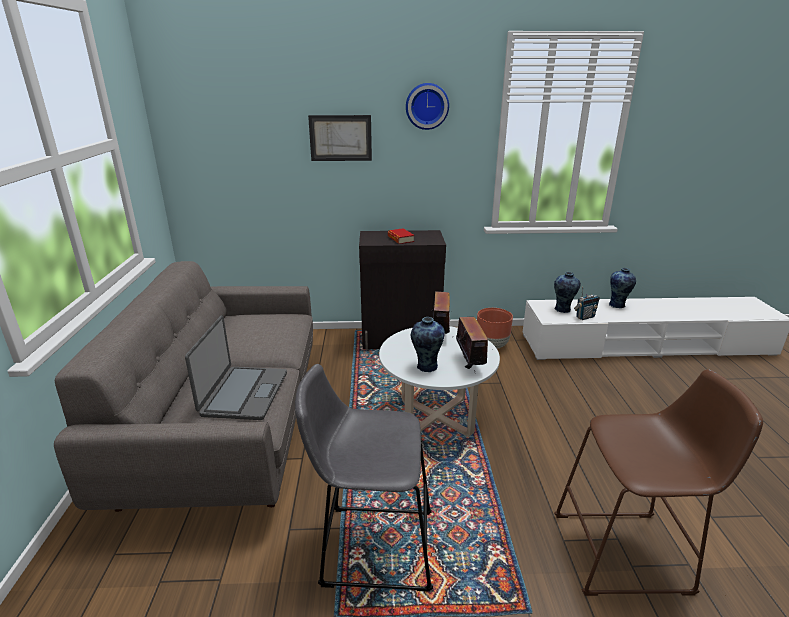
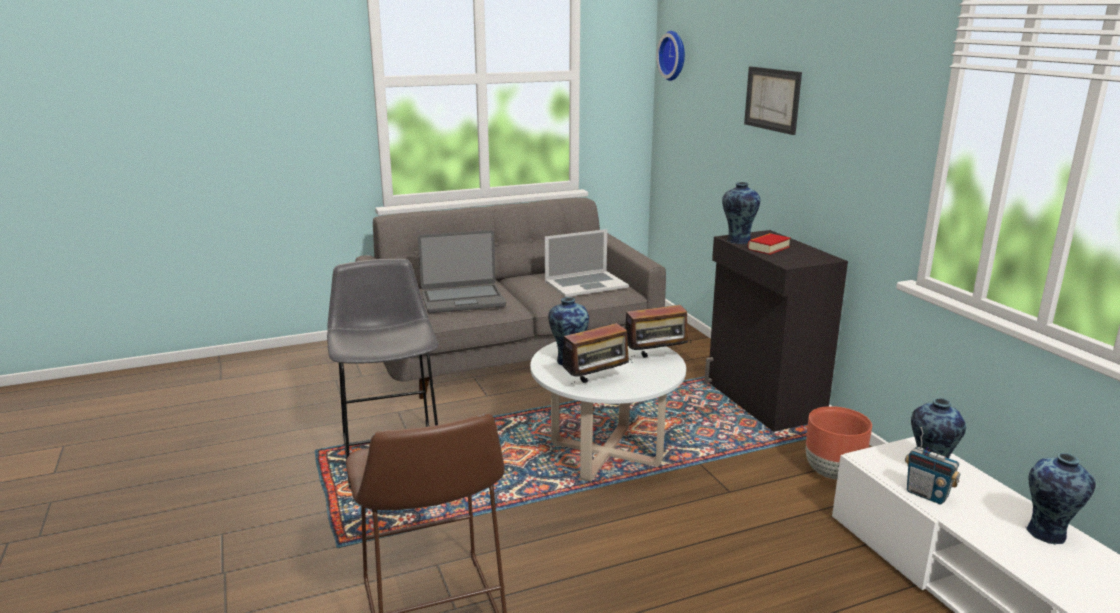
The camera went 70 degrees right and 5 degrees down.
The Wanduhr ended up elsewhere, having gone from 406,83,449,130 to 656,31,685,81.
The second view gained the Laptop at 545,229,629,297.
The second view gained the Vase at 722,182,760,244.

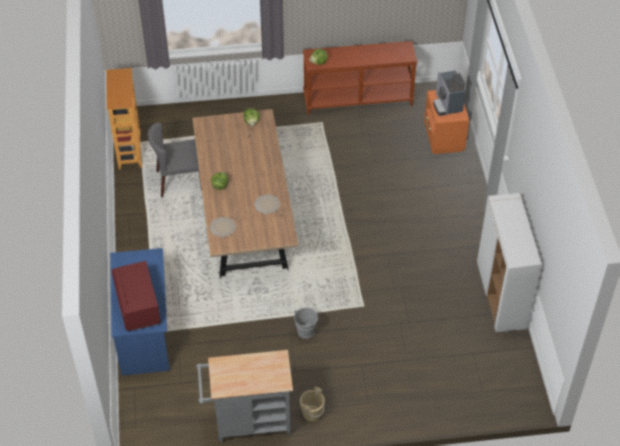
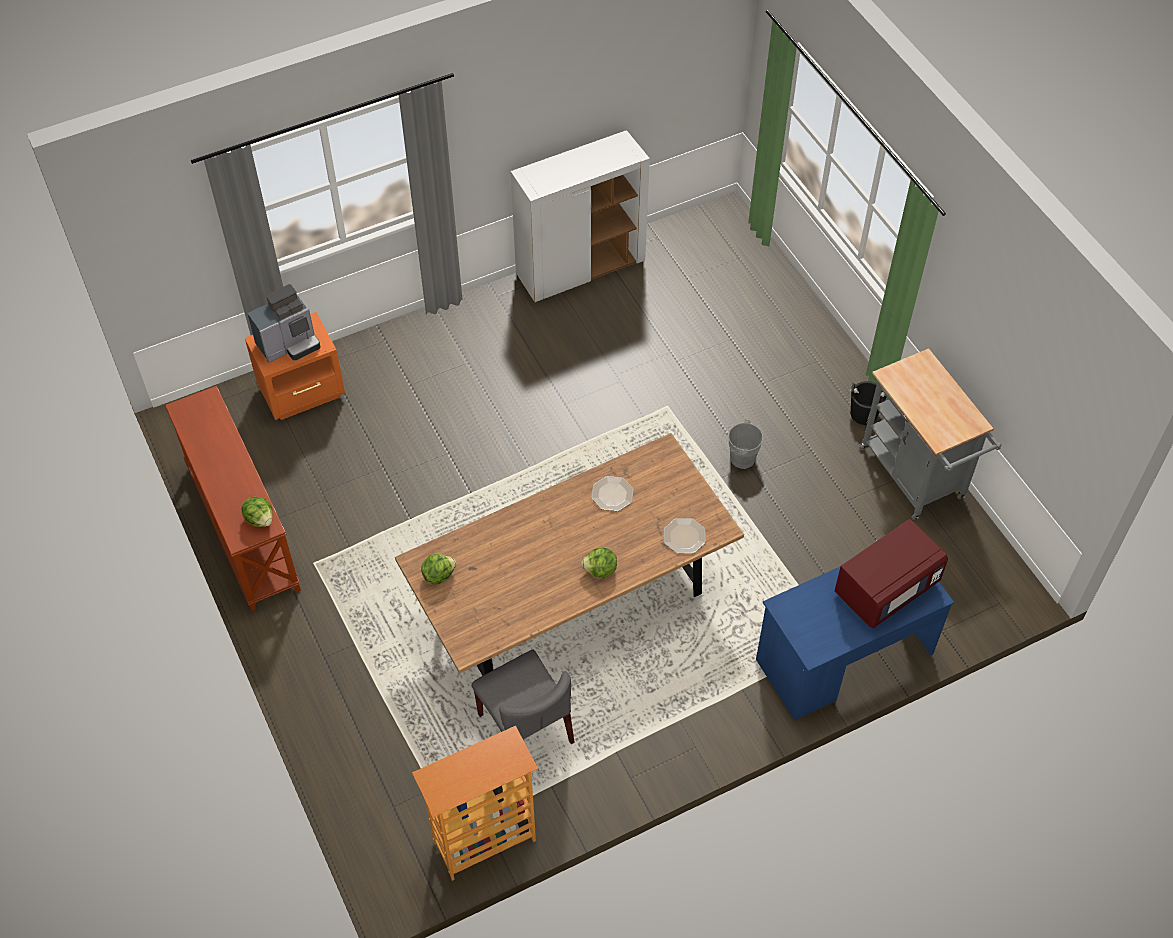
The camera went 110 degrees left and 5 degrees up.
What was the Eimer/beige at 300,387,325,421 turned into the Eimer/schwarz at 849,381,887,425.

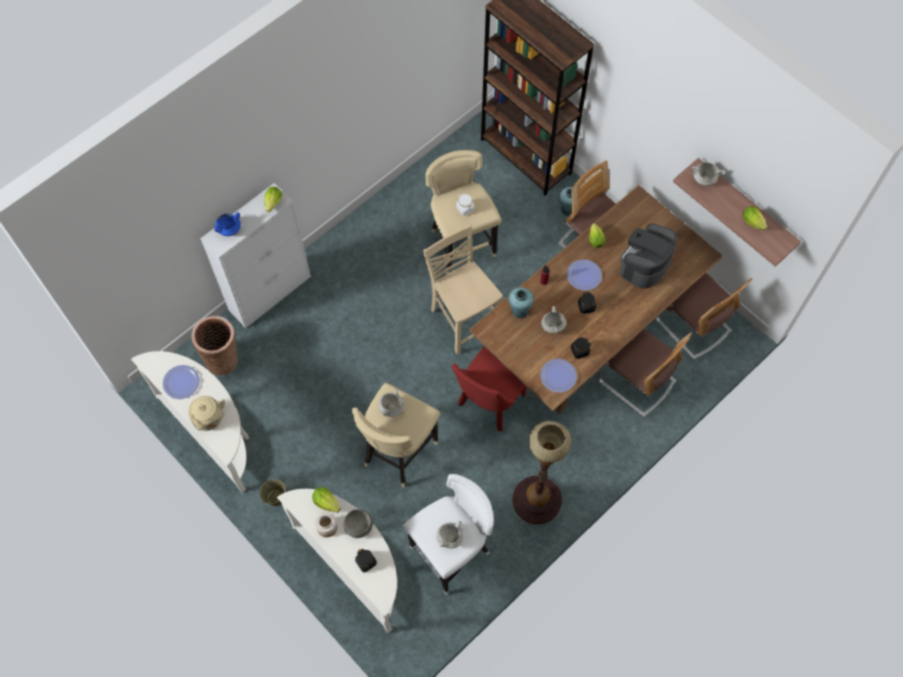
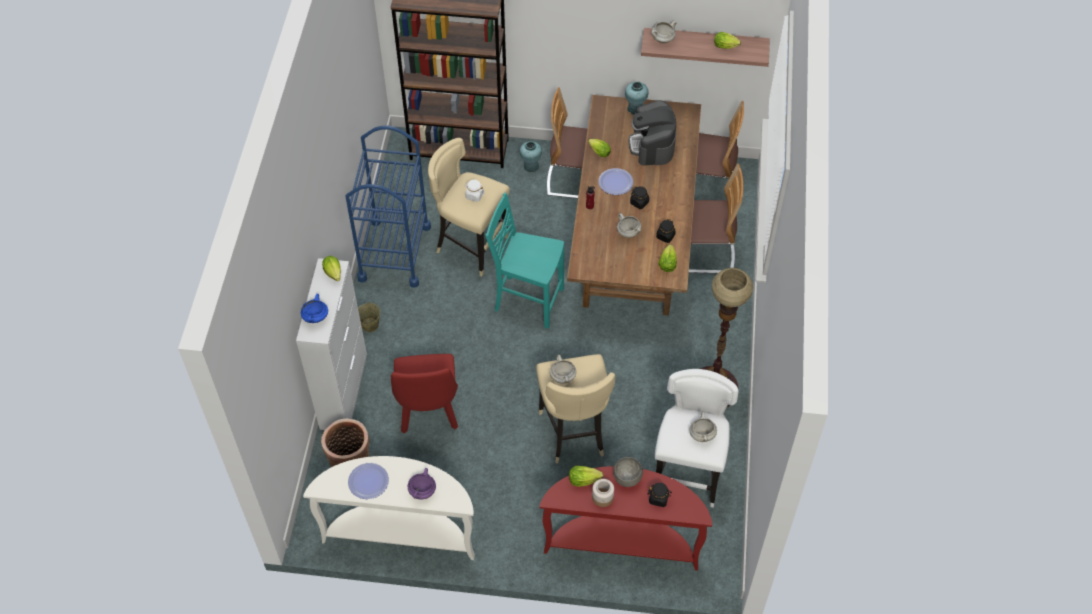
The camera went 40 degrees left and 10 degrees down.
Where the Wasserkessel/beige stood at 188,396,225,431, the Kochtopf/lila came to stand at 408,468,436,499.
The Eimer/beige ended up elsewhere, having gone from 260,479,286,506 to 358,303,380,332.
What was the Konsolentisch/weiß at 277,489,397,633 turned into the Konsolentisch/rot at 539,466,712,571.
What was the Stuhl/beige at 423,224,503,355 turned into the Stuhl/türkis at 485,192,564,329.
The Stuhl/rot ended up elsewhere, having gone from 452,346,527,431 to 391,354,458,434.
The Vase/türkis ended up elsewhere, having gone from 508,287,534,318 to 625,81,649,115.
Where the Teller stood at 540,359,577,393, the Salatkopf came to stand at 658,244,677,272.
The second view gained the Rollwagen/blau at 345,126,431,288.

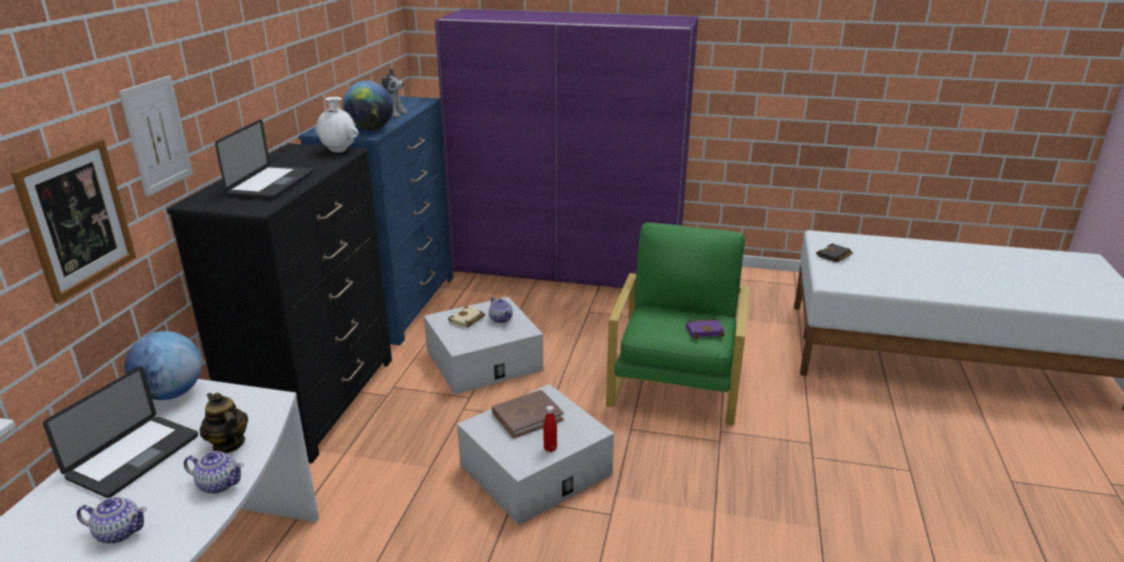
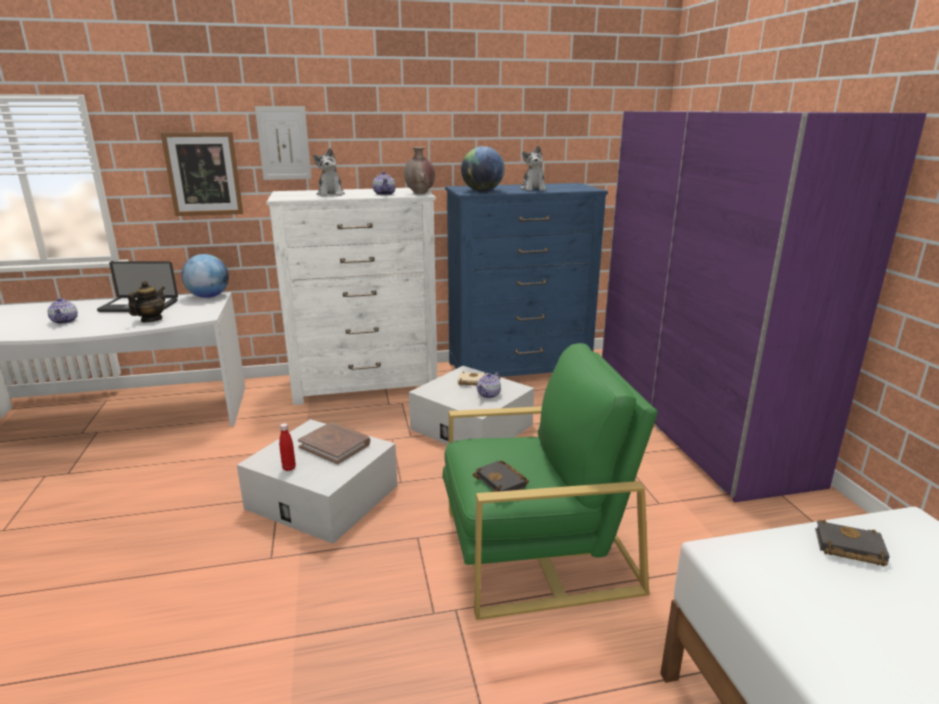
The camera went 65 degrees right and 5 degrees down.
What was the Kommode/schwarz at 166,143,392,463 turned into the Kommode/weiß at 266,188,437,405.
The Teekanne ended up elsewhere, having gone from 184,451,244,494 to 372,171,396,195.
Where the Laptop stood at 215,119,313,199, the Plüschtier came to stand at 313,148,345,197.
What was the Vase/weiß at 315,97,359,153 turned into the Vase/braun at 404,147,435,194.
What was the Buch/lila at 686,319,725,339 turned into the Buch/schwarz at 472,460,529,492.

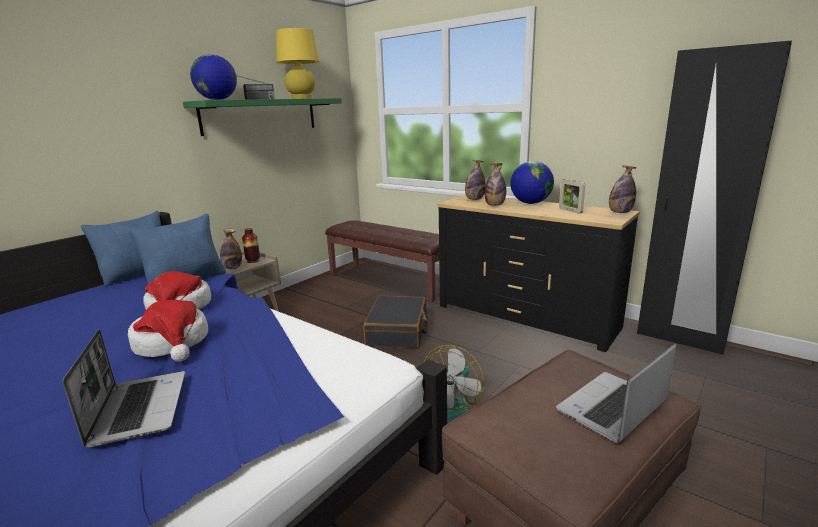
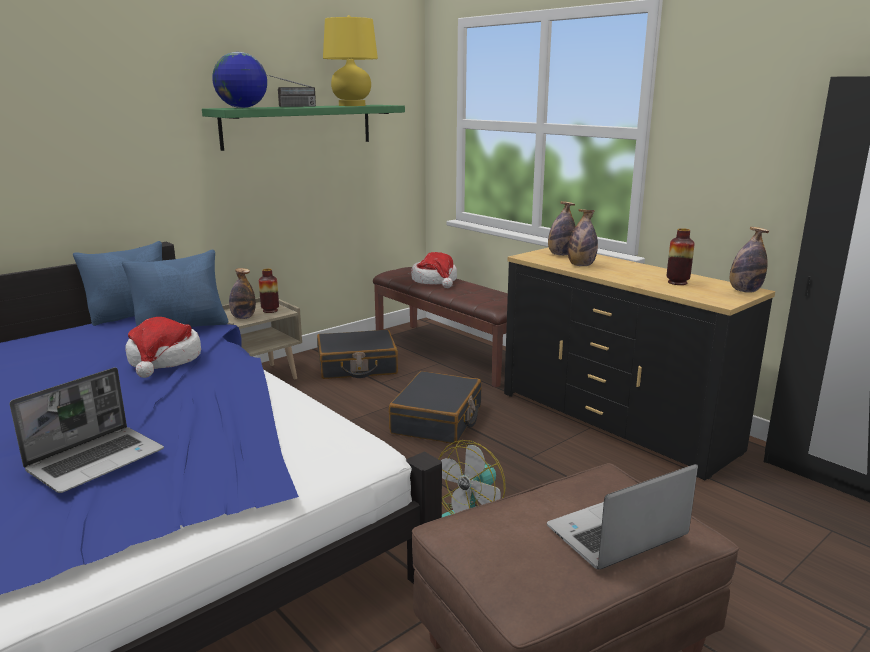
The camera went 10 degrees right and 0 degrees up.
The Laptop at 62,329,185,448 ended up facing another way, 45 degrees clockwise from before.
The Hut ended up elsewhere, having gone from 128,300,208,362 to 411,252,457,288.
The second view lost the Globus at 510,161,554,204.
Where the Bilderrahmen stood at 559,179,585,214, the Vase came to stand at 667,228,695,285.
The second view gained the Koffer/schwarz at 317,330,398,379.

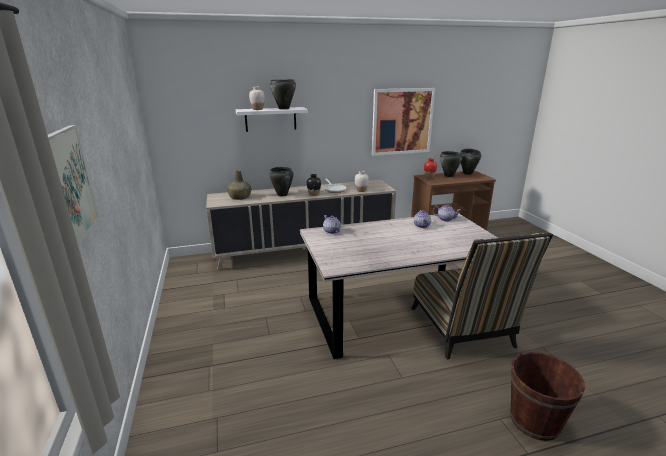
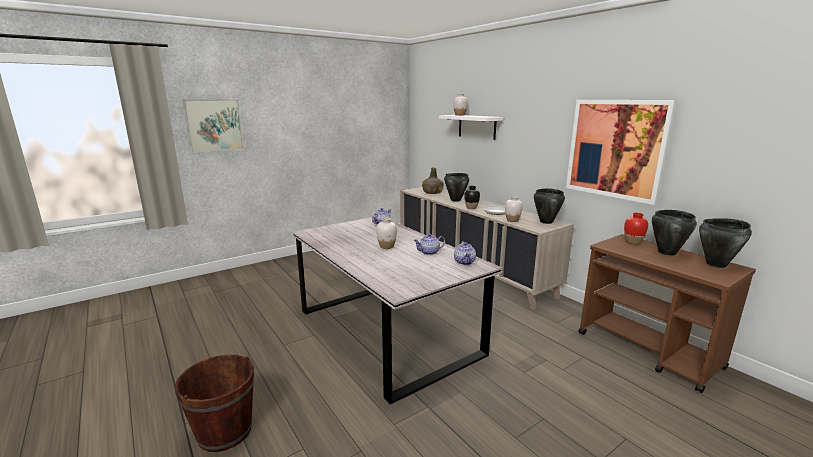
The camera went 70 degrees right and 5 degrees down.
The Kochtopf/schwarz ended up elsewhere, having gone from 270,79,296,109 to 534,188,565,224.
The second view lost the Stuhl at 411,233,553,359.
The second view gained the Vase/weiß at 376,217,397,249.

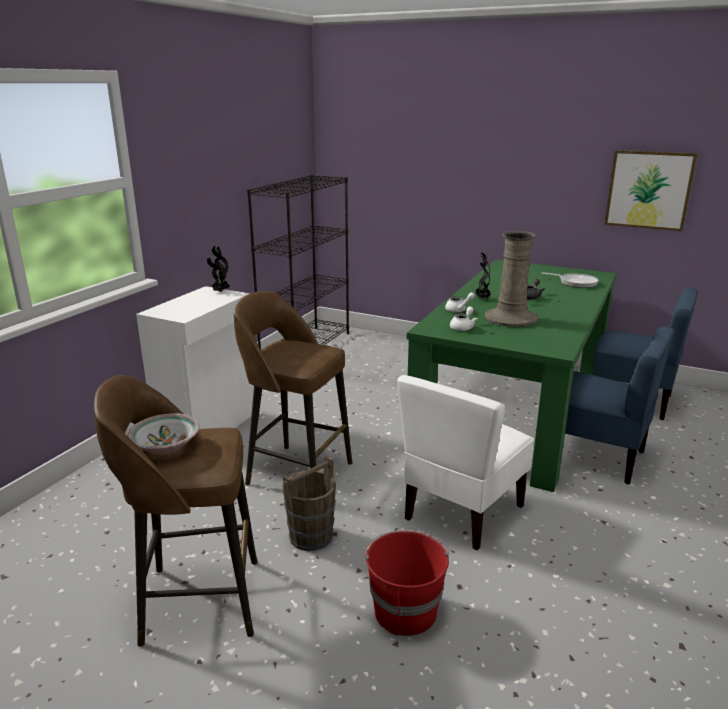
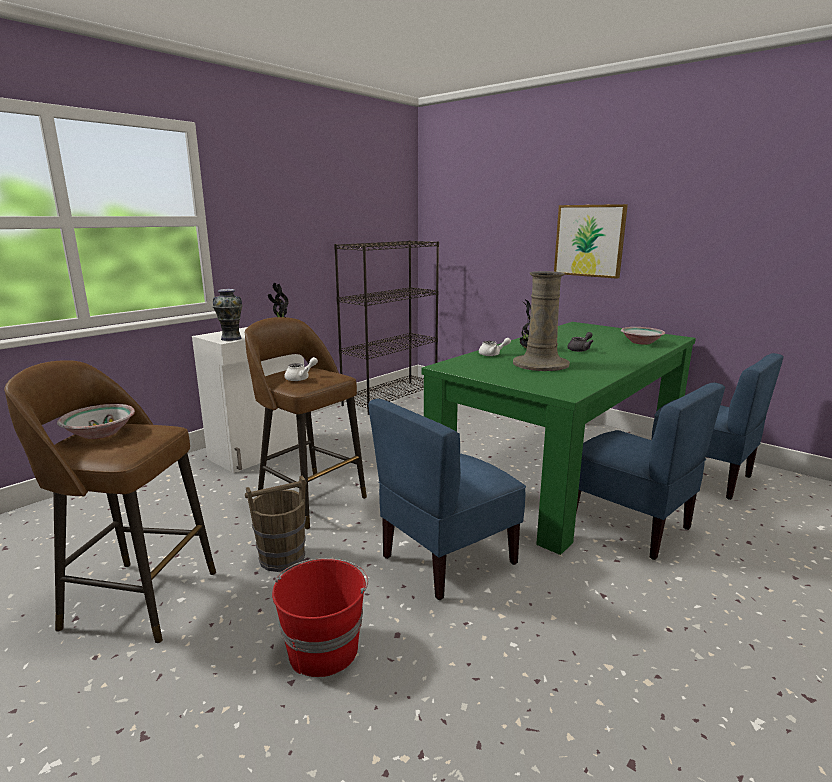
The camera went 15 degrees right and 5 degrees down.
What was the Stuhl/weiß at 397,375,534,550 turned into the Stuhl/blau at 368,399,526,600.
The Teekanne/weiß ended up elsewhere, having gone from 450,306,478,331 to 285,357,318,381.
Where the Pfanne stood at 541,272,598,288, the Schüssel came to stand at 621,327,665,345.
The Bild ended up elsewhere, having gone from 604,150,697,231 to 554,204,628,279.
The second view gained the Vase at 213,289,243,341.

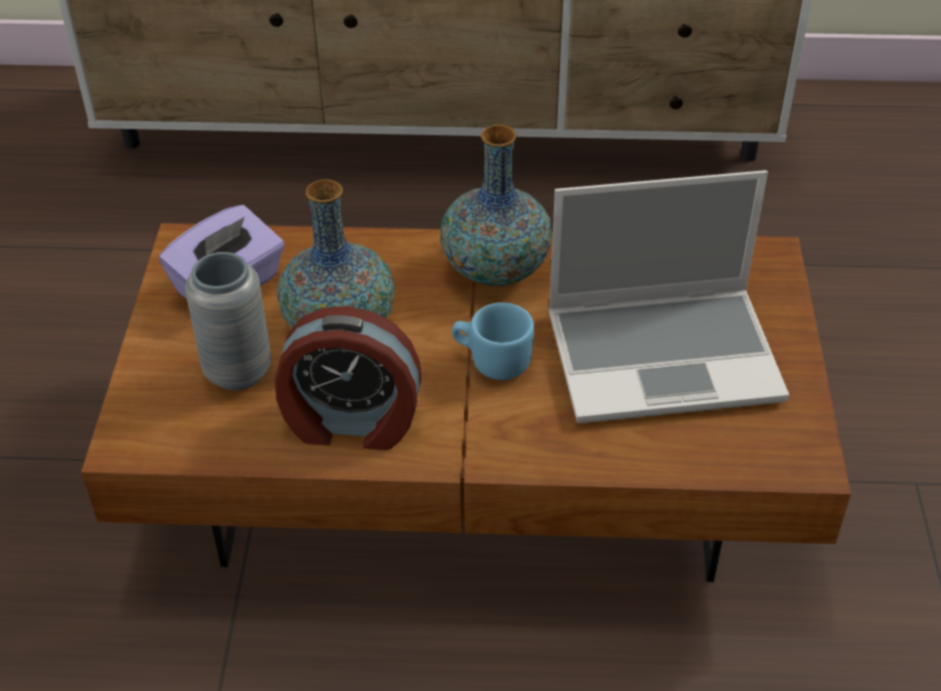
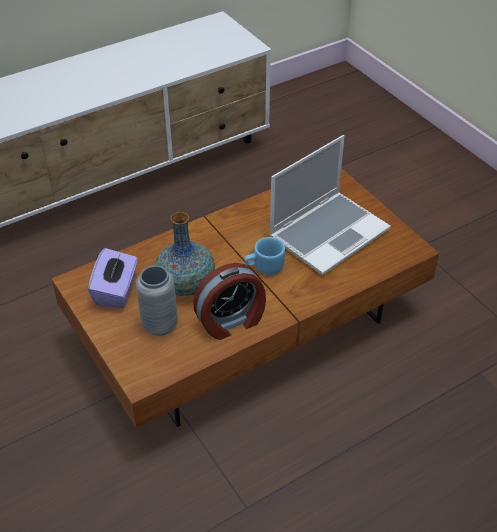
The camera went 35 degrees left and 0 degrees up.
The second view lost the Vase at 441,125,552,286.

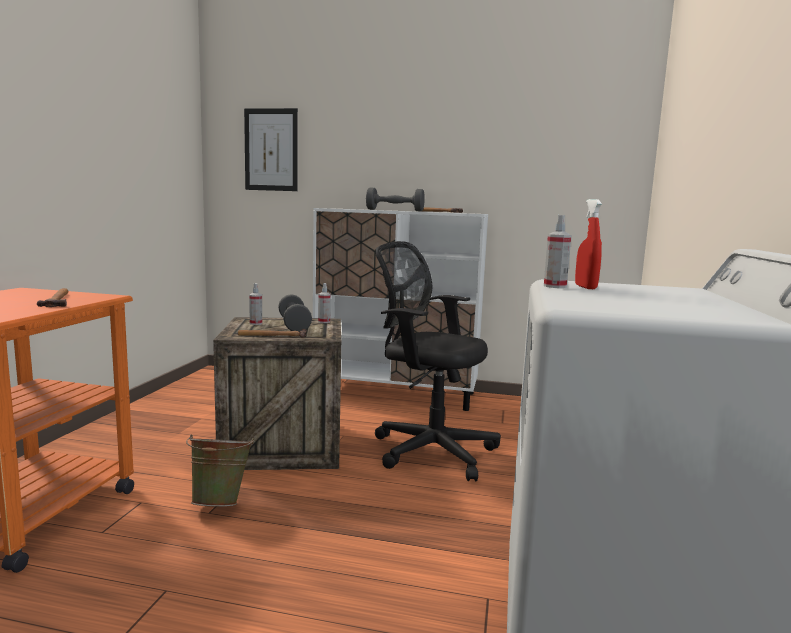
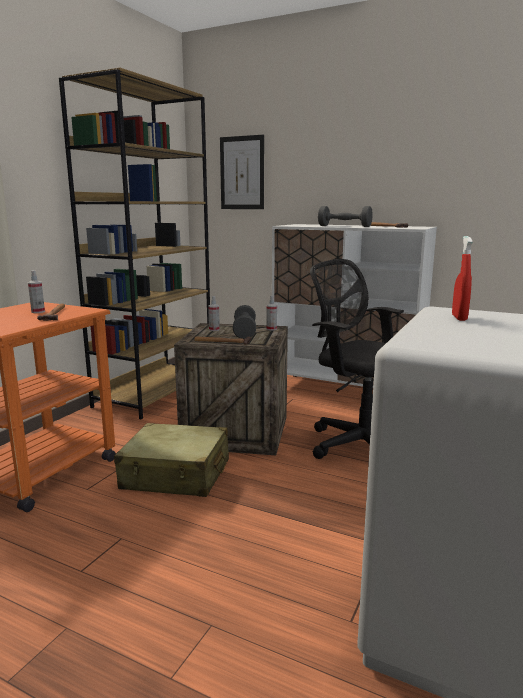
The camera went 15 degrees right and 5 degrees up.
Where the Eimer/grün stood at 186,434,254,506, the Koffer/beige came to stand at 114,423,229,497.
The Sprühflasche ended up elsewhere, having gone from 544,215,571,288 to 28,270,45,313.
The second view gained the Bücherregal/braun at 59,68,210,419.

